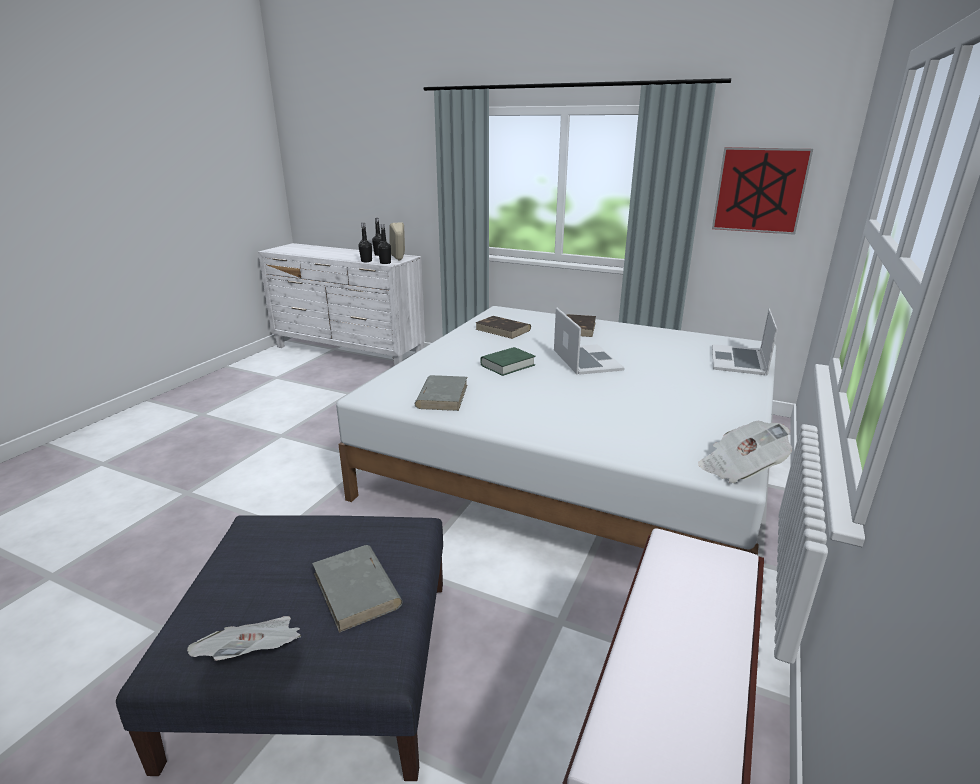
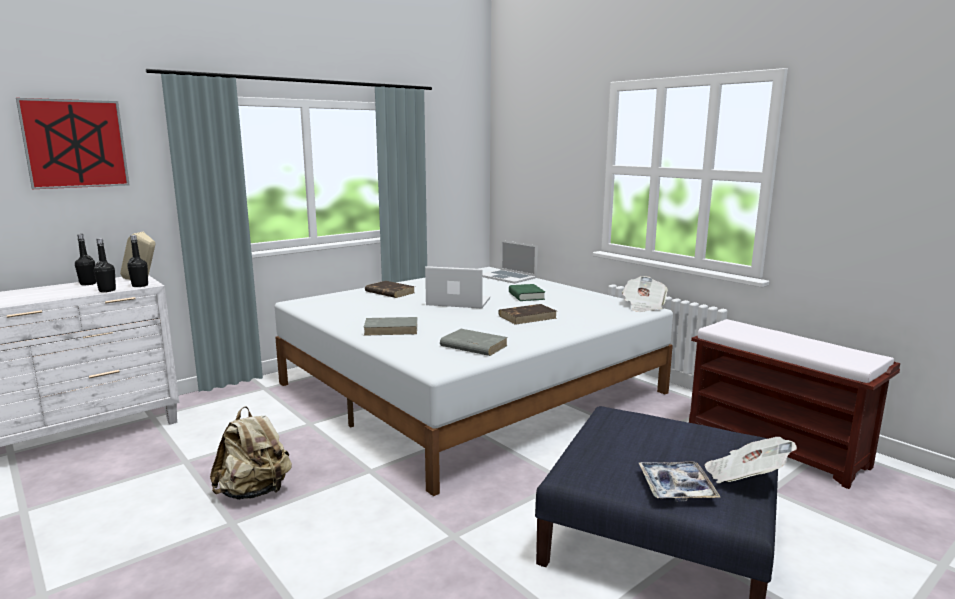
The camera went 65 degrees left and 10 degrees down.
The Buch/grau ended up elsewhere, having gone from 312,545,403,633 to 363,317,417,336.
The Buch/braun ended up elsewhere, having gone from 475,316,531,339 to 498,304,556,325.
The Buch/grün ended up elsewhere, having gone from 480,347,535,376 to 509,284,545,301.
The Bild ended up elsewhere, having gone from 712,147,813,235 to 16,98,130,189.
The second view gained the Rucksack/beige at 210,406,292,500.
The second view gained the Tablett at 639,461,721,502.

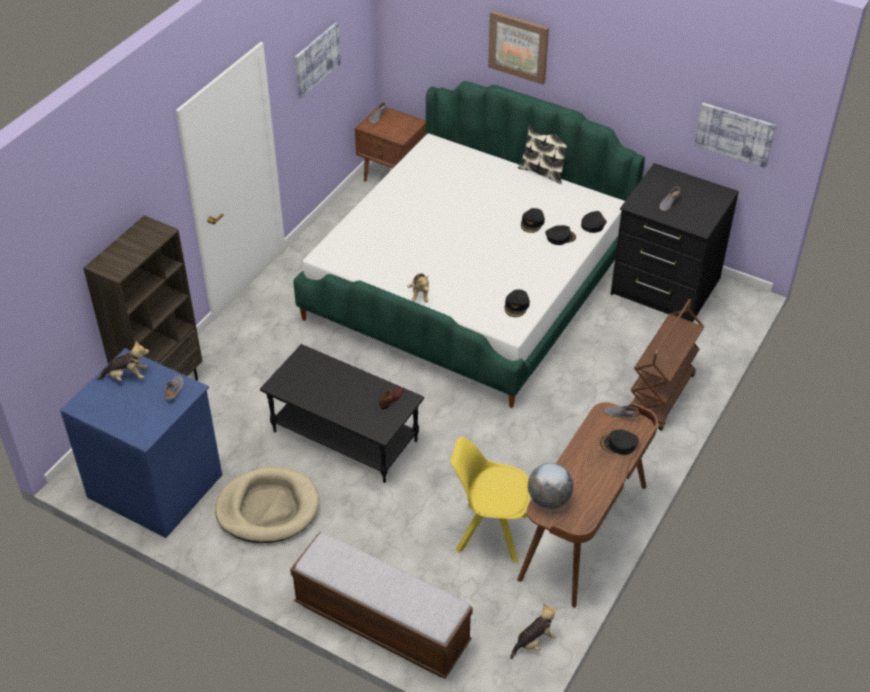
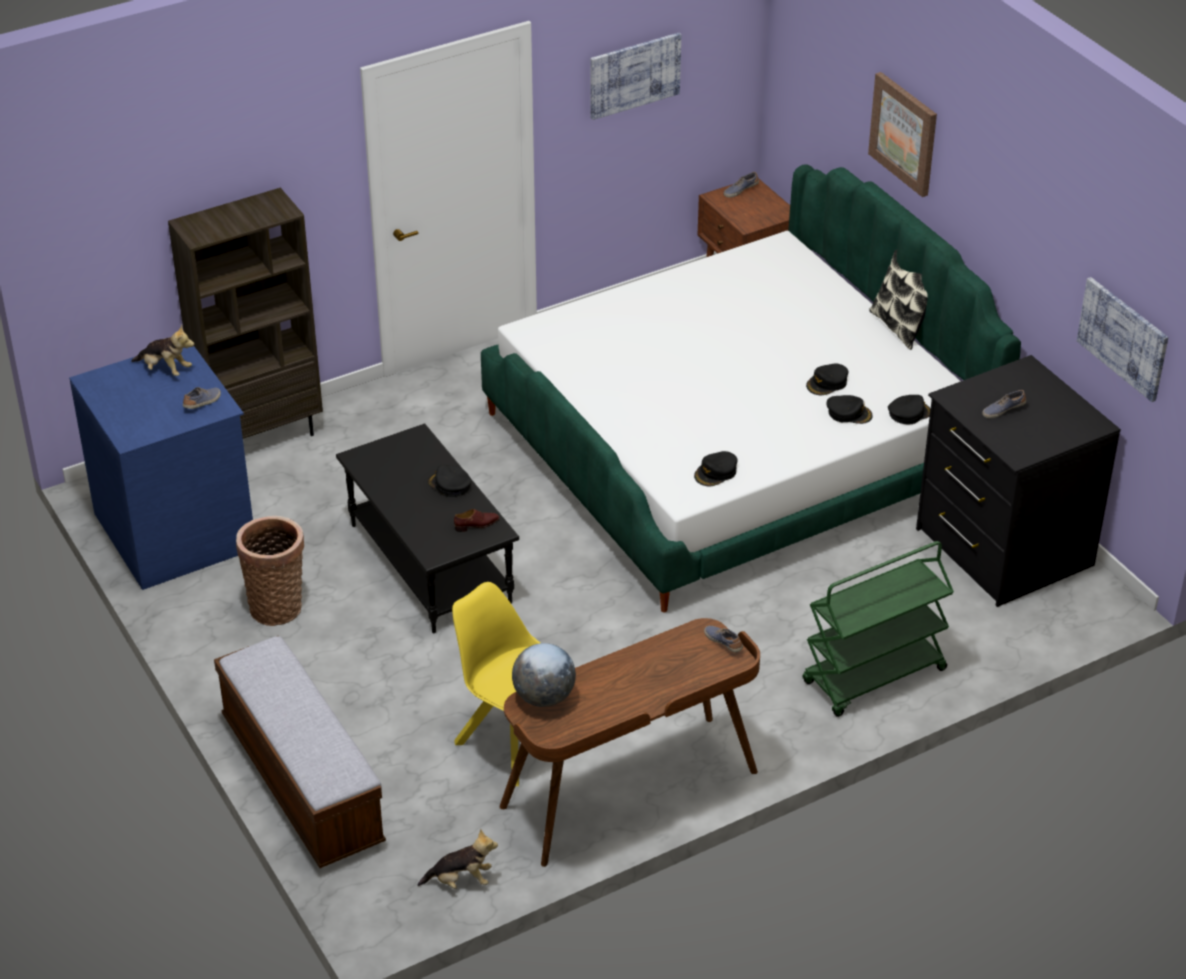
The camera went 30 degrees right and 5 degrees down.
Where the Hundebett/beige stood at 215,467,319,543, the Korb came to stand at 236,516,304,626.
The second view lost the Plüschtier at 407,273,429,302.
The Kappe/schwarz ended up elsewhere, having gone from 600,430,639,455 to 428,465,472,497.
What was the Rollwagen/braun at 630,299,704,431 turned into the Rollwagen/grün at 803,541,954,717.

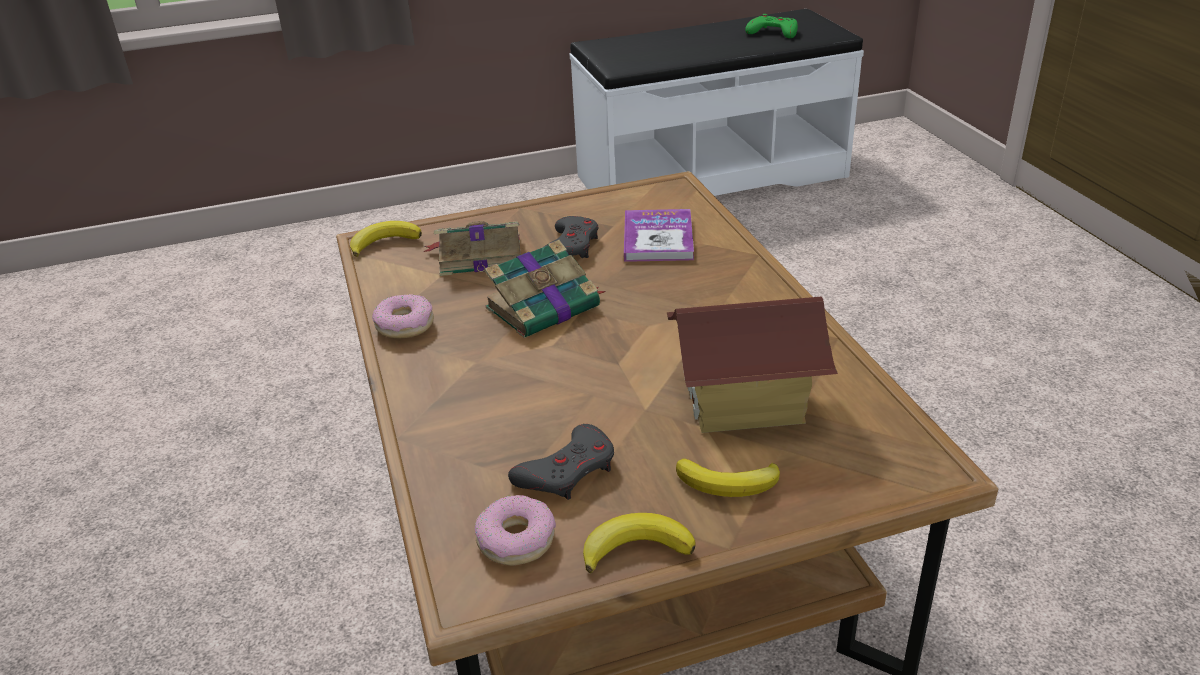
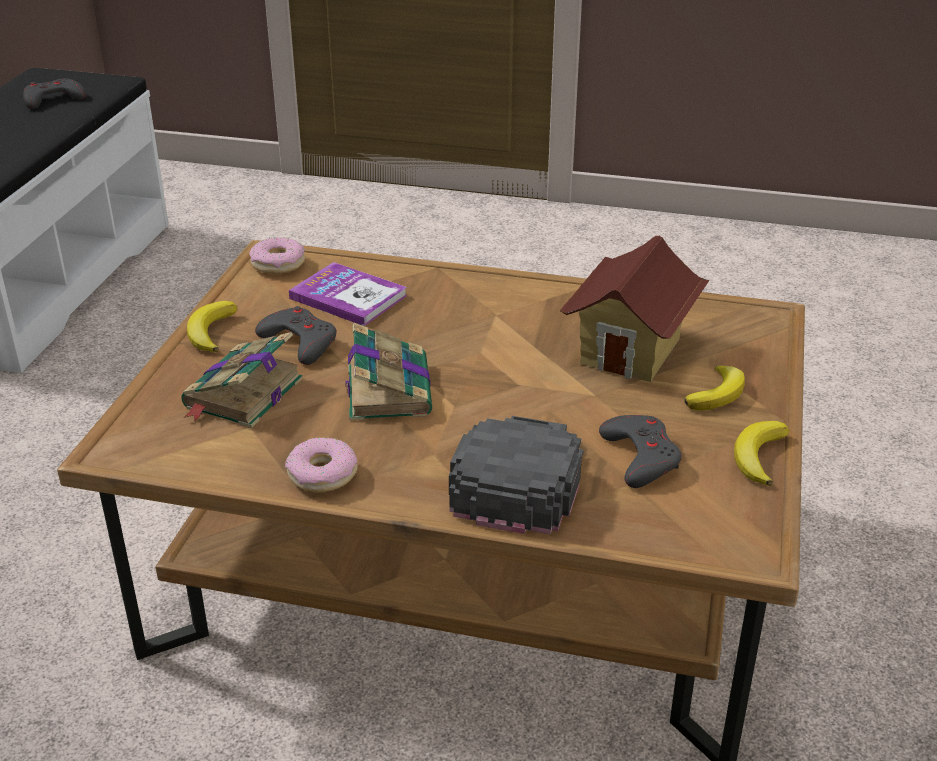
The camera went 60 degrees left and 0 degrees up.
The Banane ended up elsewhere, having gone from 350,221,422,257 to 187,301,237,352.
The Donut ended up elsewhere, having gone from 475,495,556,566 to 250,237,305,274.
What was the Gamepad/grün at 745,14,798,38 turned into the Gamepad/grau at 23,78,87,109.
The second view gained the Kappe/schwarz at 449,416,584,534.

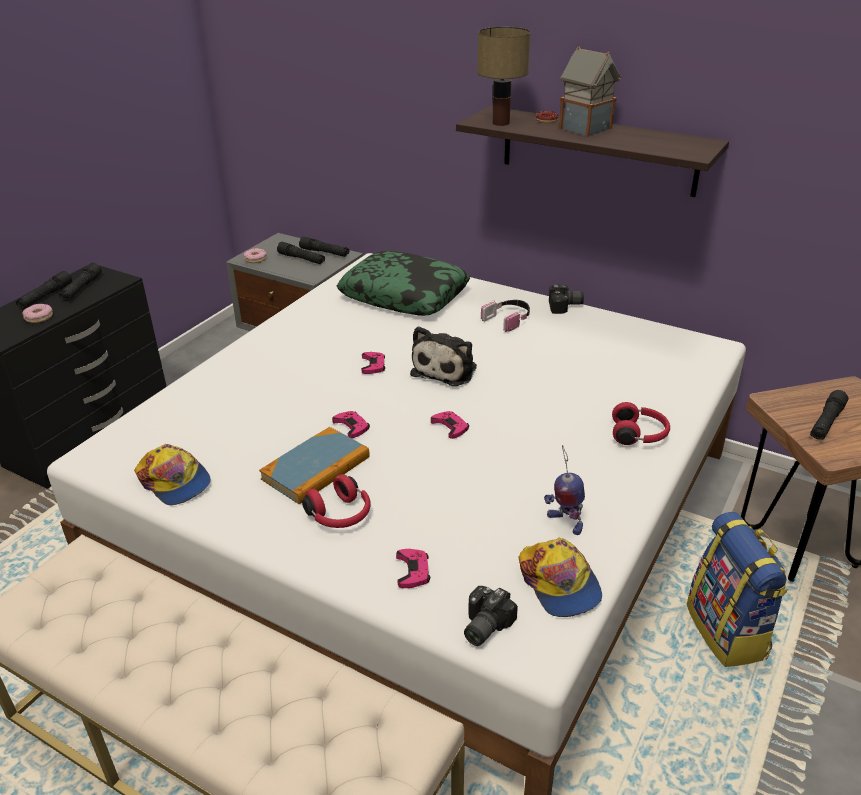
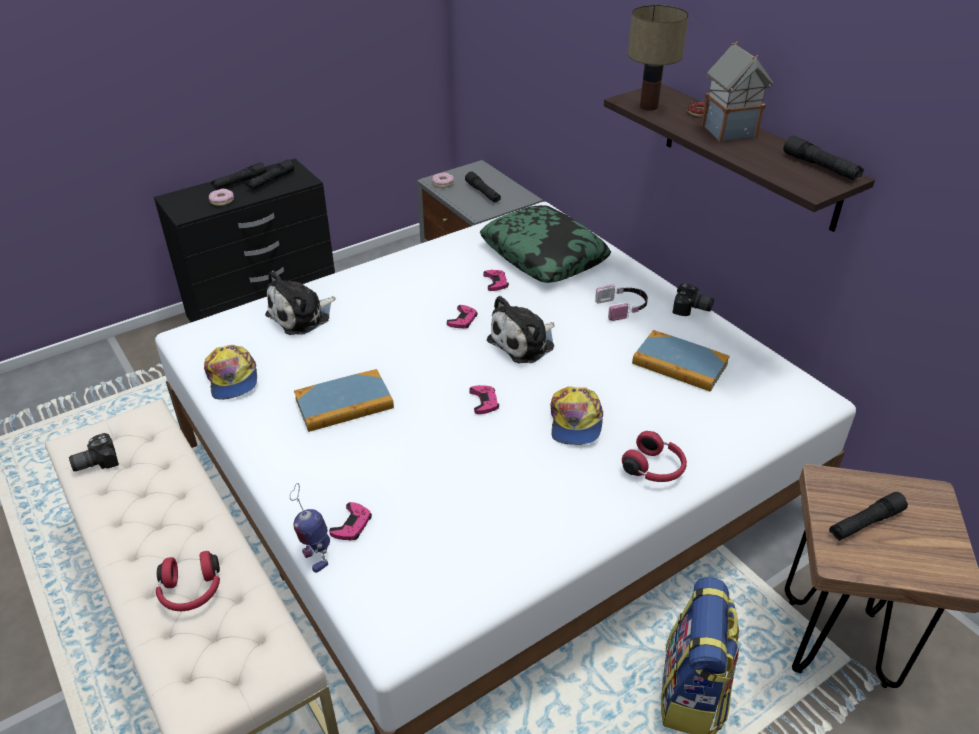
The camera went 25 degrees right and 5 degrees up.
The Taschenlampe/schwarz ended up elsewhere, having gone from 299,236,349,257 to 783,135,864,180.
The Kopfhörer/rot ended up elsewhere, having gone from 302,474,370,528 to 156,551,220,611.
The Gamepad/rosa ended up elsewhere, having gone from 332,411,370,438 to 483,270,509,291.
The Kamera ended up elsewhere, having gone from 464,586,518,646 to 69,433,119,472.
The Kappe ended up elsewhere, having gone from 518,538,602,617 to 551,386,603,445.
The Spielzeugroboter ended up elsewhere, having gone from 544,445,585,535 to 290,483,330,573.
The second view gained the Plüschtier at 265,271,336,335.
The second view gained the Buch at 632,330,730,392.

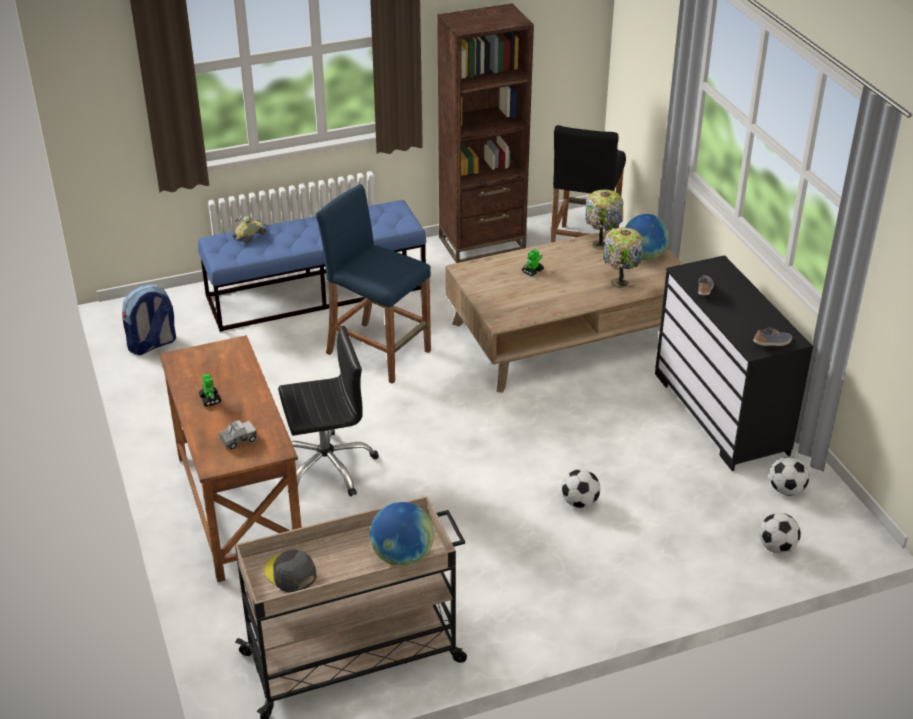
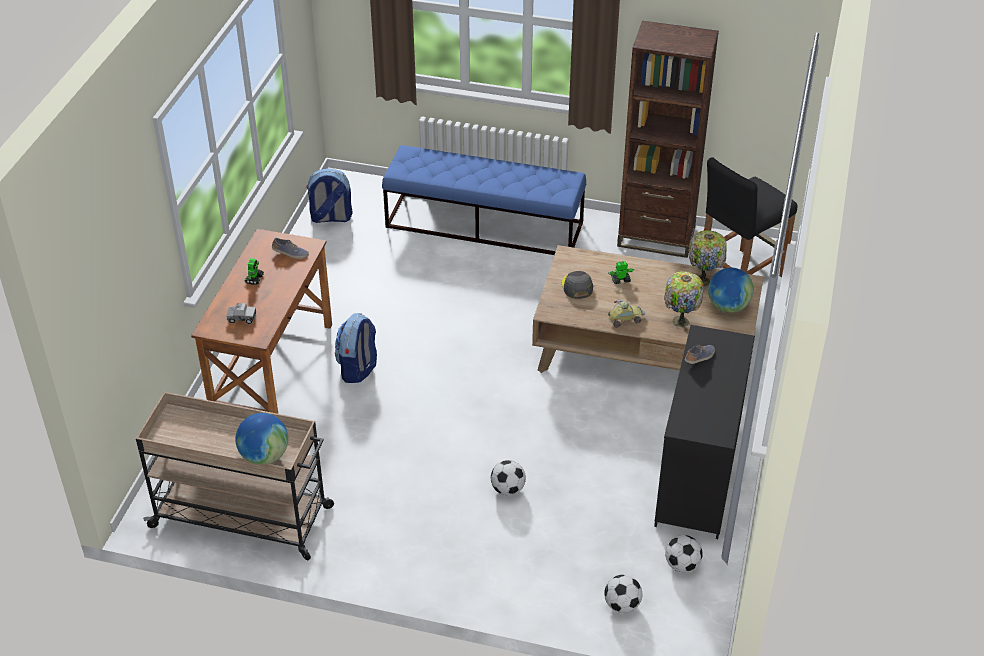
The camera went 35 degrees right and 5 degrees up.
The Spielzeugauto ended up elsewhere, having gone from 233,216,266,244 to 608,300,646,328.
The Kappe/grau ended up elsewhere, having gone from 264,549,316,593 to 562,271,593,299.
Where the Bürostuhl/schwarz stood at 278,326,379,497, the Rucksack came to stand at 335,313,377,383.
The second view lost the Hocker/blau at 316,184,431,384.
The Schuh ended up elsewhere, having gone from 753,327,792,346 to 272,238,309,259.

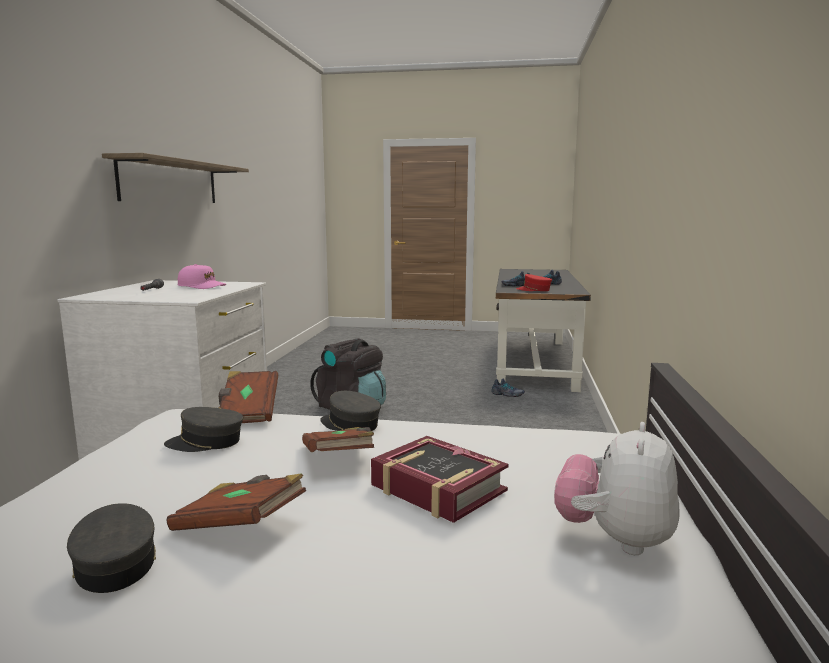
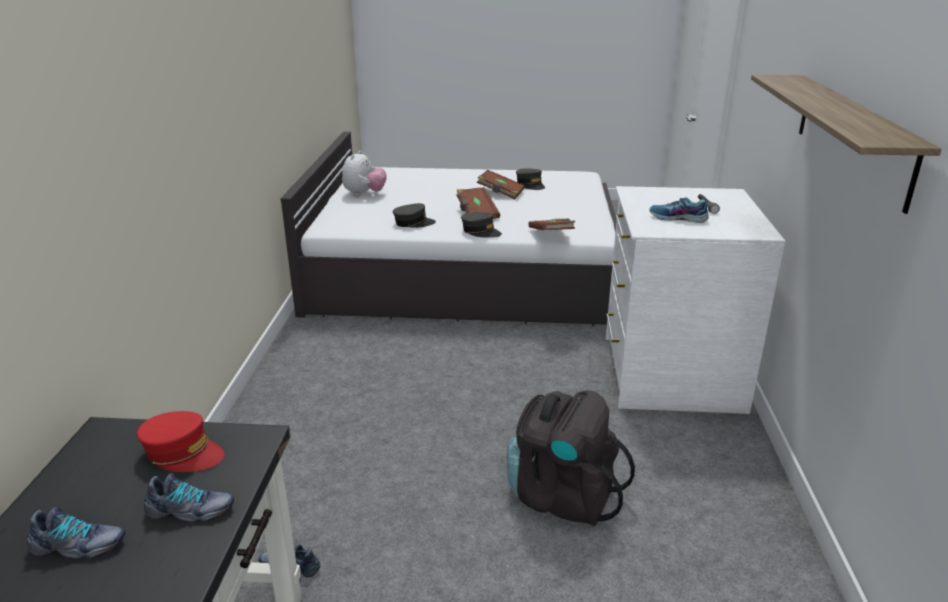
The camera went 175 degrees right and 15 degrees up.
The Kappe/grau ended up elsewhere, having gone from 164,407,243,452 to 393,203,436,228.
Where the Kappe/rosa stood at 178,264,226,289, the Schuh came to stand at 649,197,709,223.
The second view lost the Buch at 371,436,509,523.

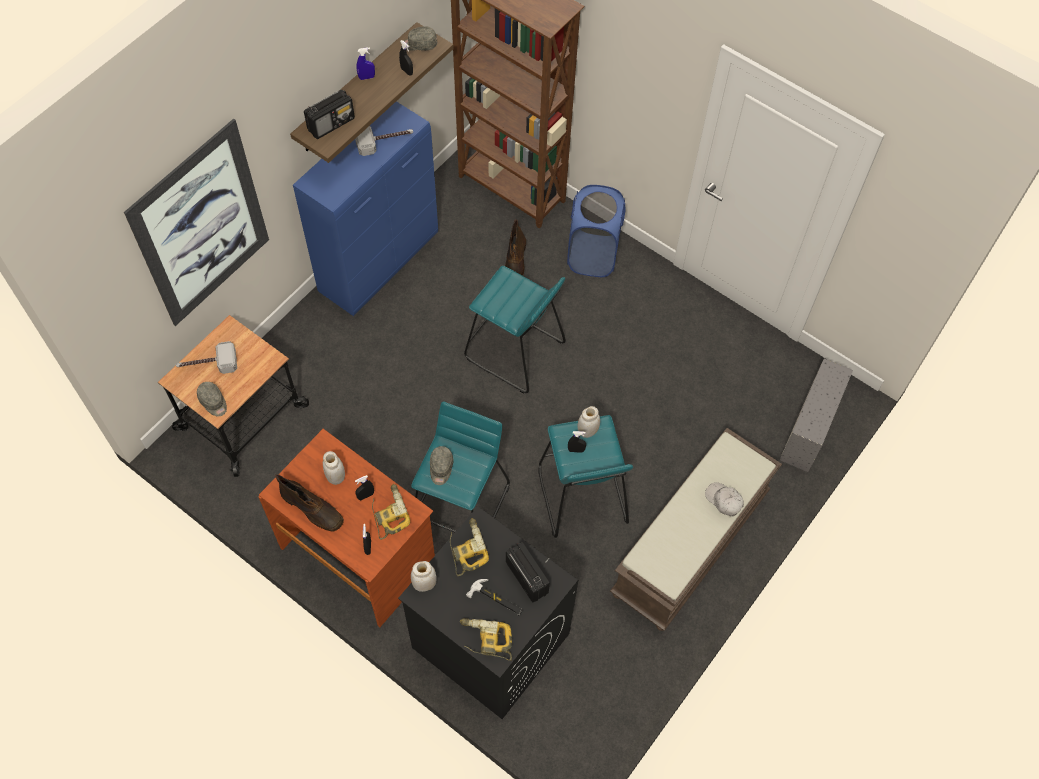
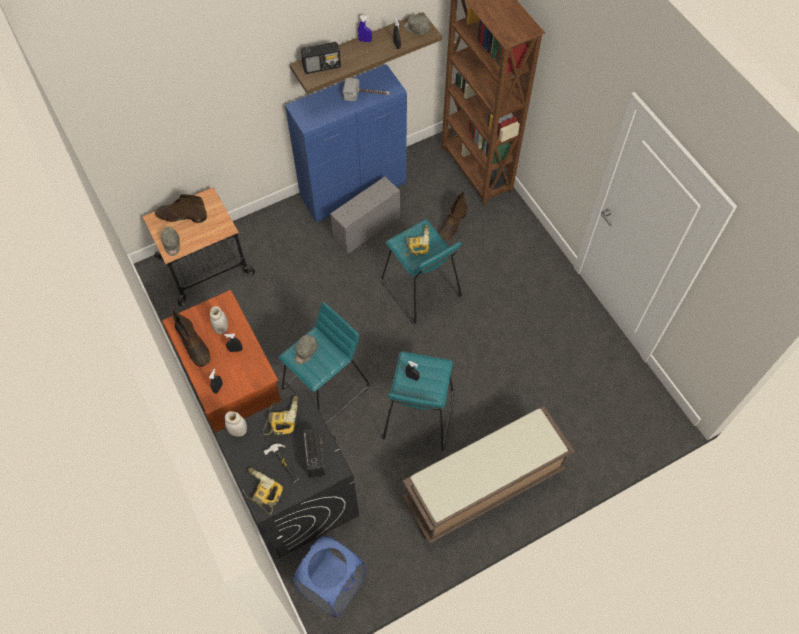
The camera went 25 degrees right and 0 degrees up.
The second view lost the Bild at 124,118,269,326.
Where the Hammer stood at 176,341,237,374, the Stiefel/braun came to stand at 155,194,207,223.
The Bohrmaschine ended up elsewhere, having gone from 372,484,410,540 to 404,225,429,256.
The Wäschekorb/blau ended up elsewhere, having gone from 567,185,626,277 to 293,536,366,617.
The second view lost the Vorratsglas/weiß at 577,406,600,438.
The second view lost the Kappe/weiß at 705,482,744,516.
The Aufbewahrungsbox/grau ended up elsewhere, having gone from 780,358,853,472 to 330,177,400,254.

